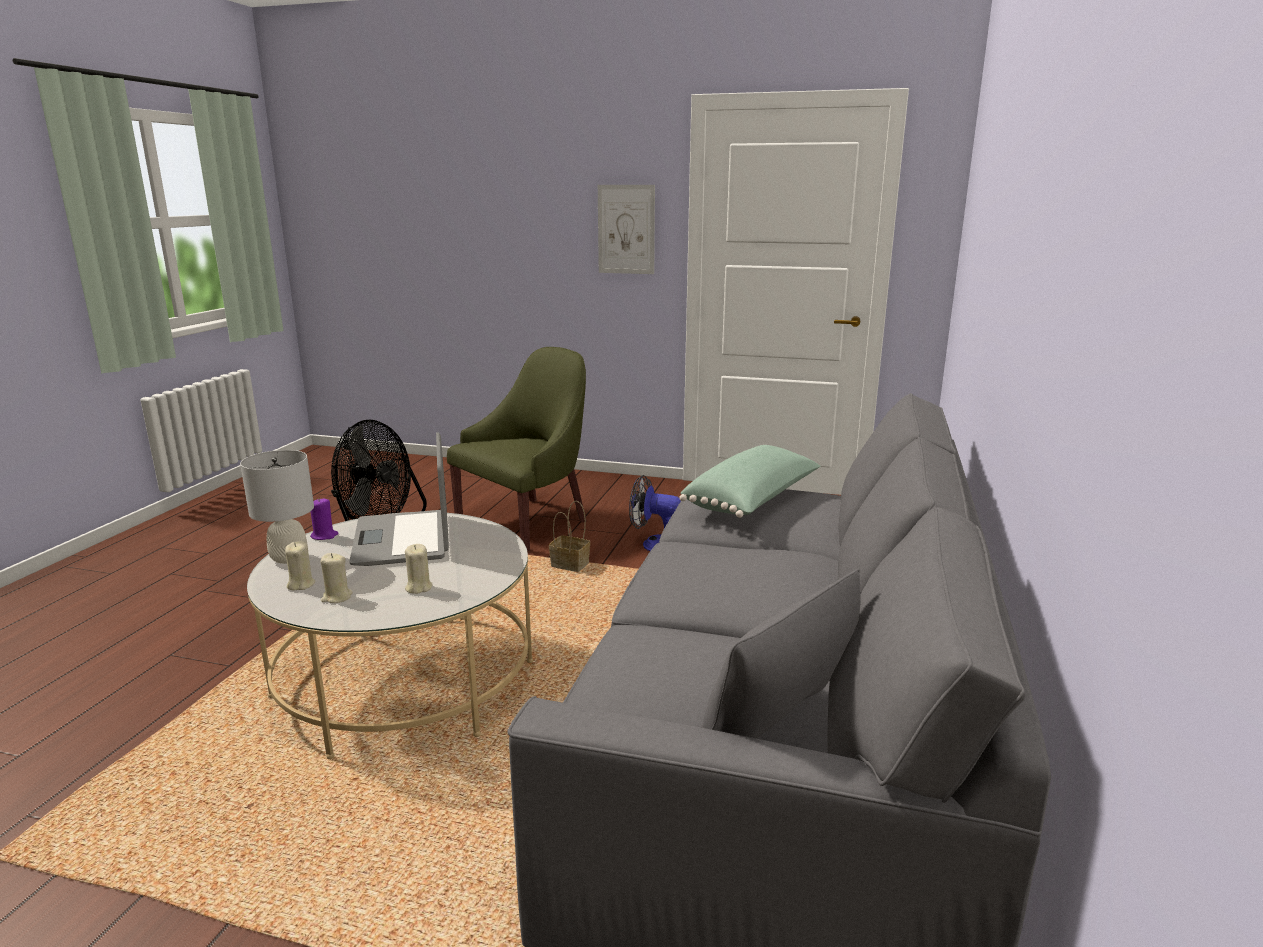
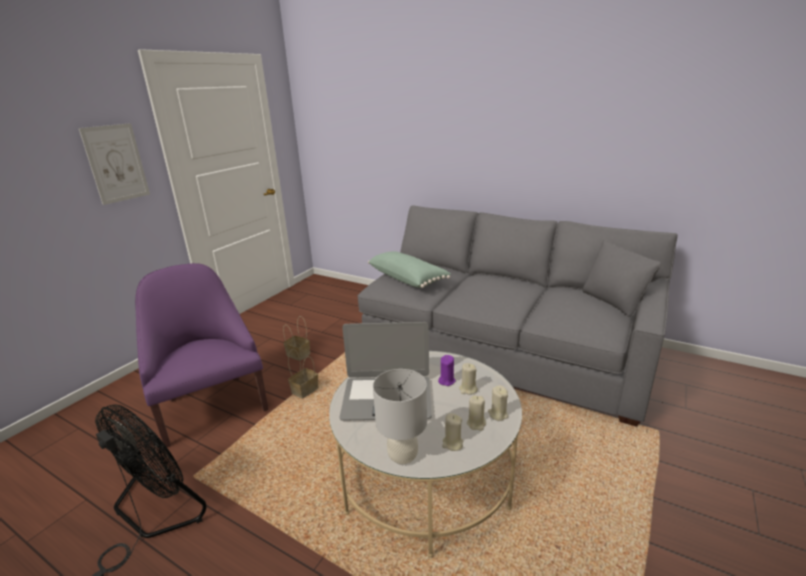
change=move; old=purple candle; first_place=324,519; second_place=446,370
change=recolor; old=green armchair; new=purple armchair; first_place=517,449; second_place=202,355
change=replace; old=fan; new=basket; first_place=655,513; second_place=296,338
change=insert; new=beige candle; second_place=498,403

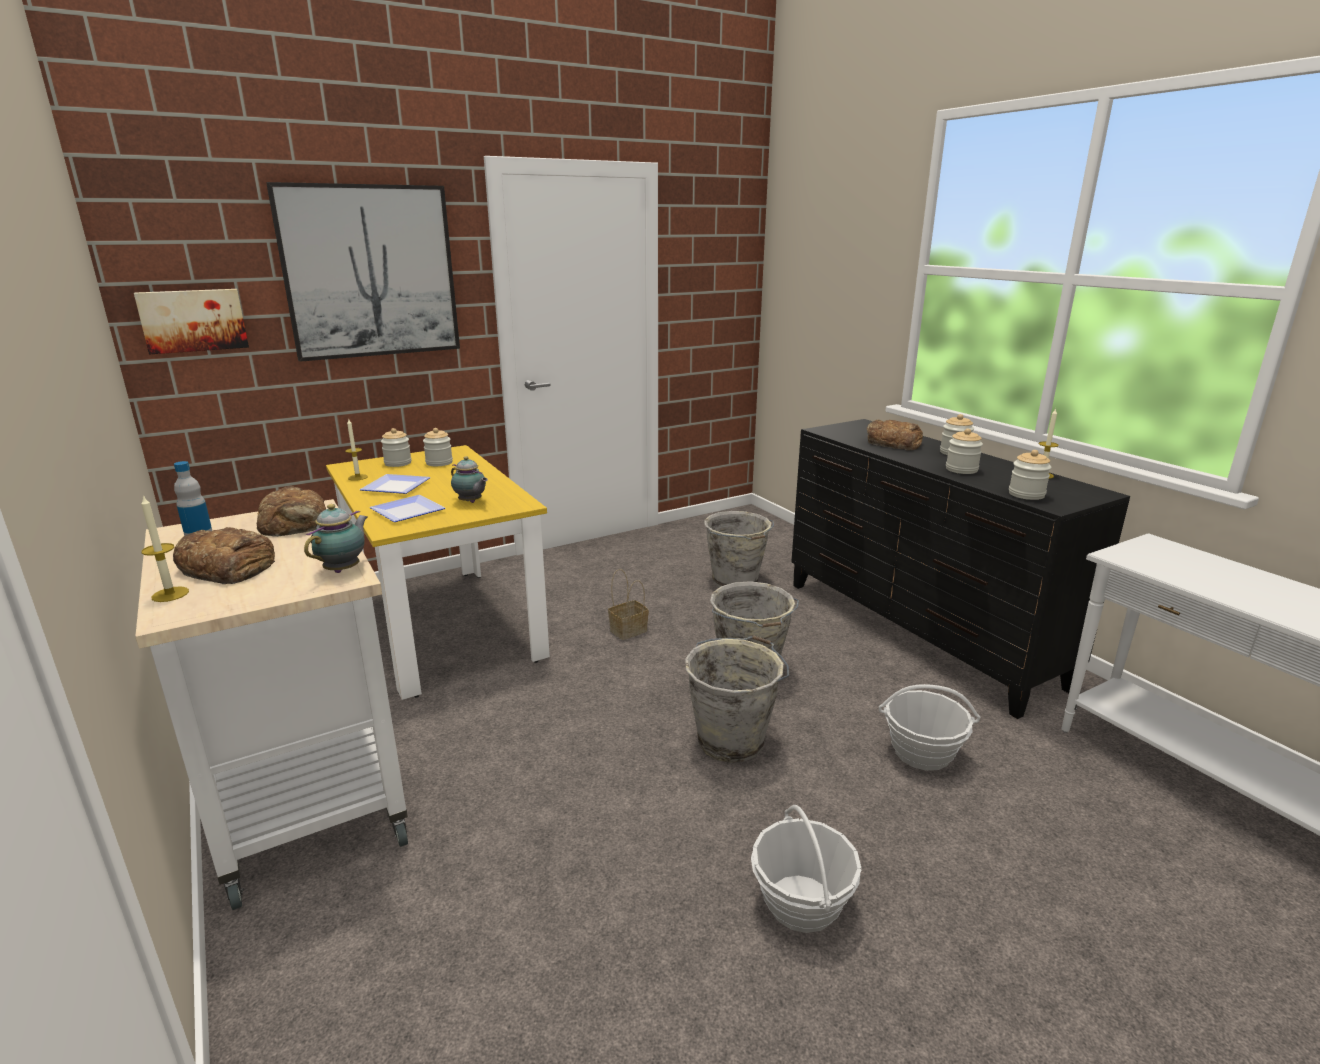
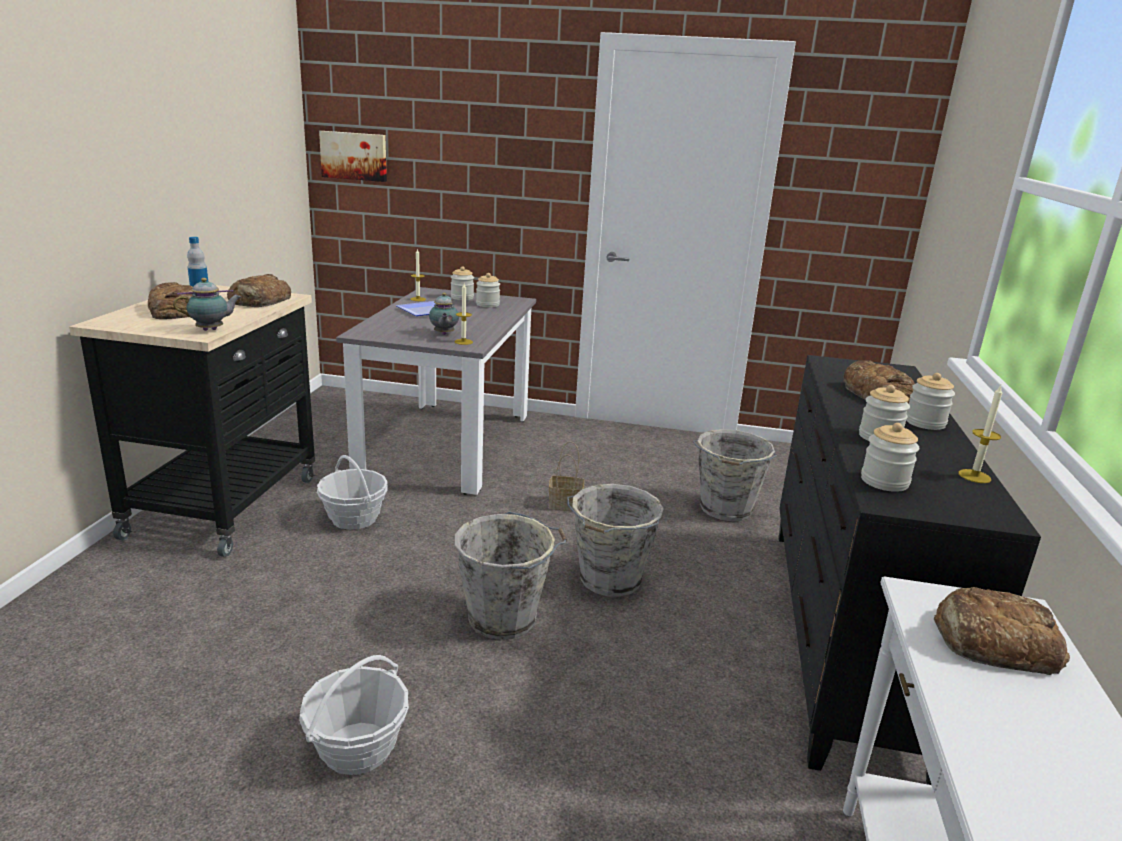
change=recolor; old=white cart; new=black cart; first_place=271,704; second_place=192,421
change=move; old=candle; first_place=165,548; second_place=463,314
change=delete; old=picture; first_place=363,272
change=recolor; old=yellow dining table; new=grey dining table; first_place=438,572; second_place=436,391
change=delete; old=plate; first_place=407,508
change=move; old=basket; first_place=929,727; second_place=352,492
change=insert; new=bread; second_place=1002,631

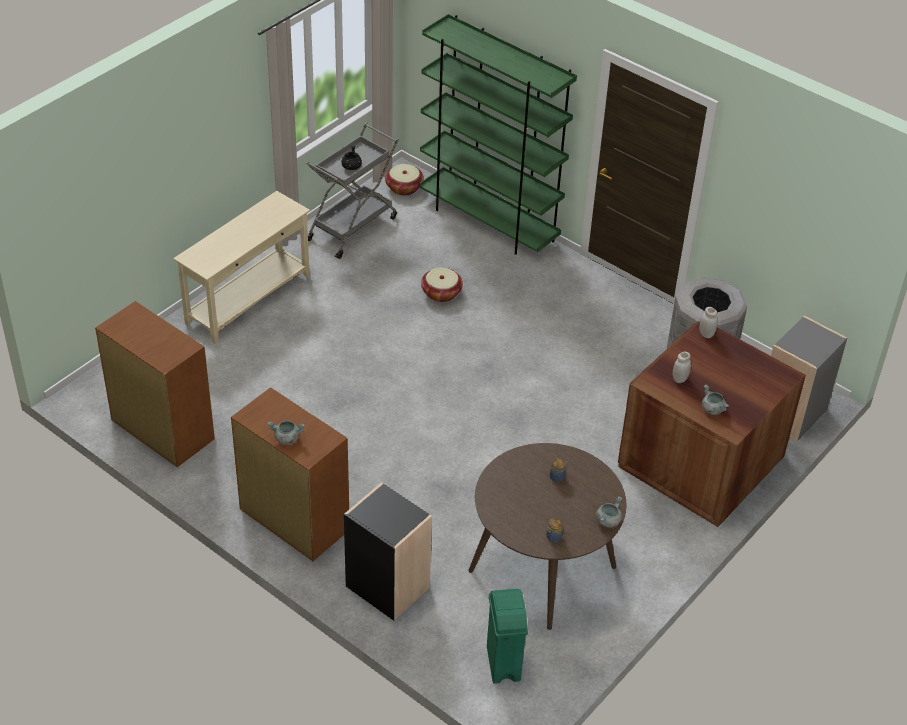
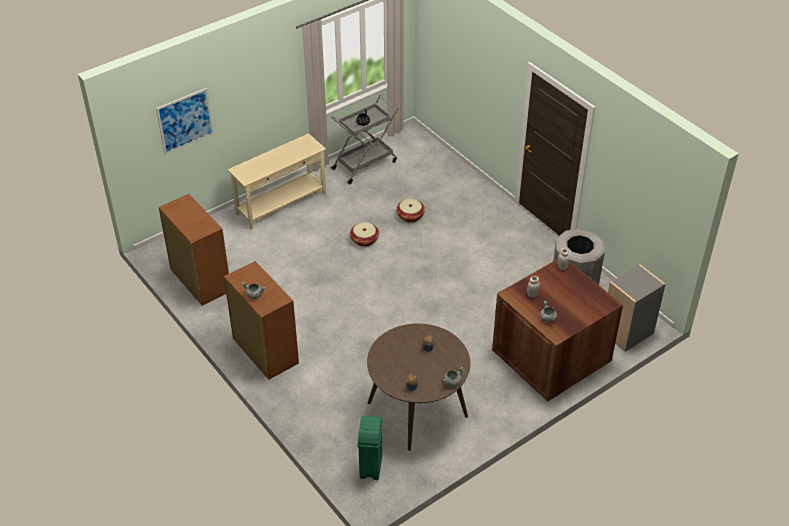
change=delete; old=black bookcase; first_place=388,551
change=move; old=basket; first_place=404,179; second_place=364,234
change=delete; old=green bookcase; first_place=498,134
change=insert; new=picture; second_place=185,121

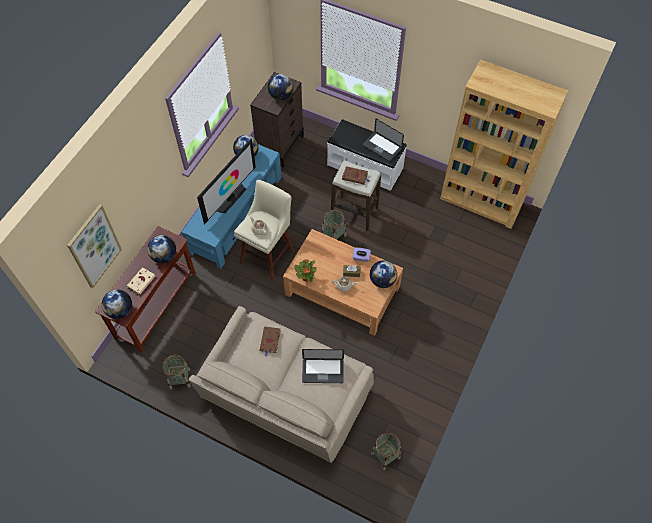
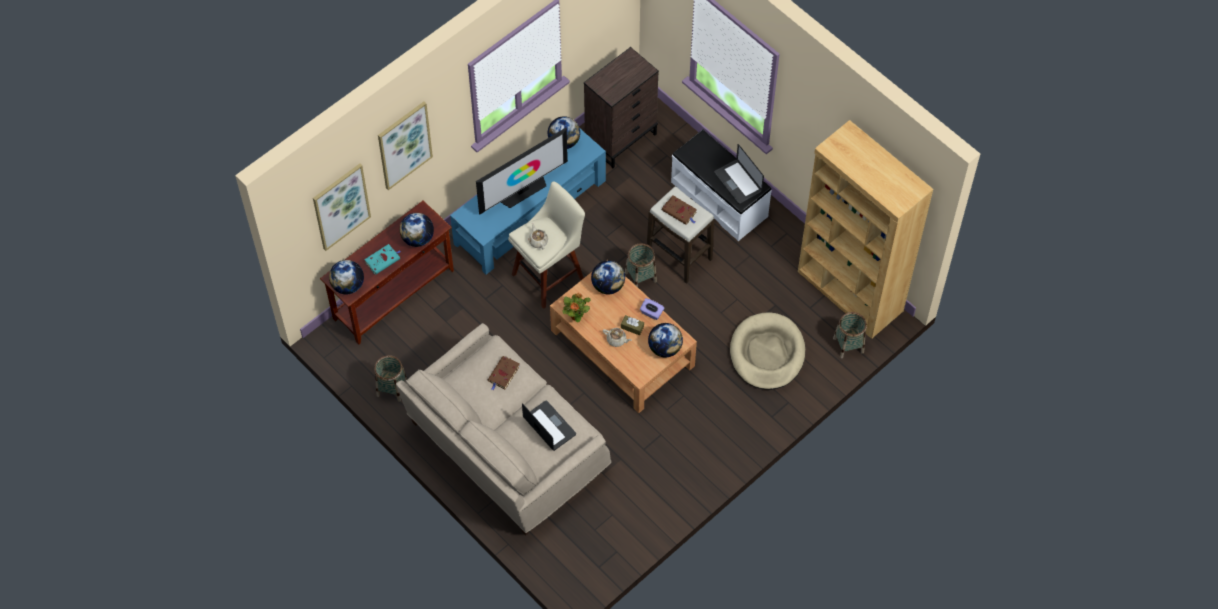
change=recolor; old=beige book; new=turquoise book; first_place=141,281; second_place=382,259
change=move; old=globe; first_place=280,87; second_place=608,277
change=rotate; old=laptop; first_place=323,366; second_place=549,425; degrees=-150
change=move; old=basket; first_place=386,451; second_place=850,335
change=insert; new=picture; second_place=405,145
change=insert; new=beige dog bed; second_place=767,351

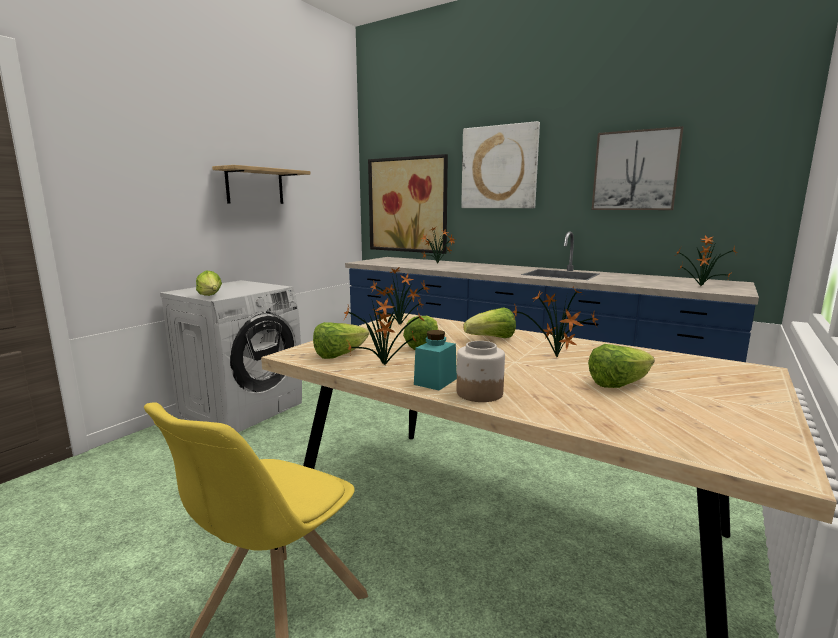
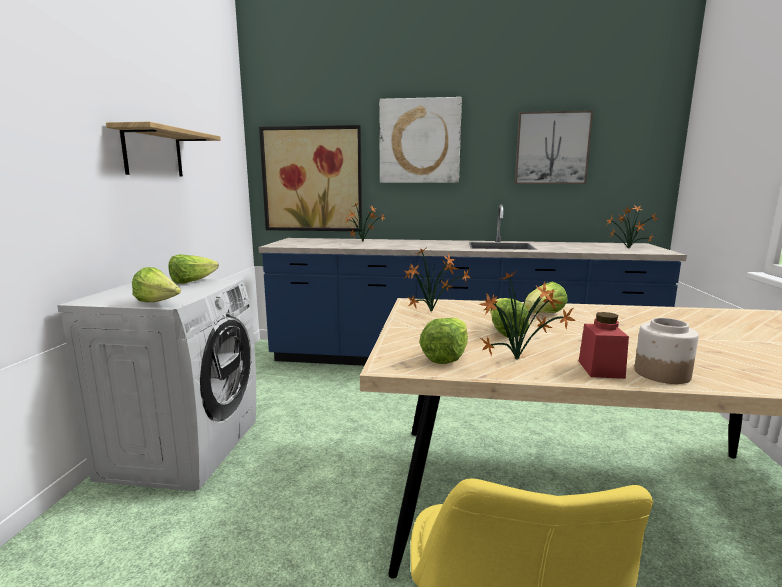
change=recolor; old=turquoise jar; new=red jar; first_place=435,360; second_place=604,345
change=delete; old=potted plant; first_place=555,321
change=move; old=lettuce; first_place=621,366; second_place=194,269

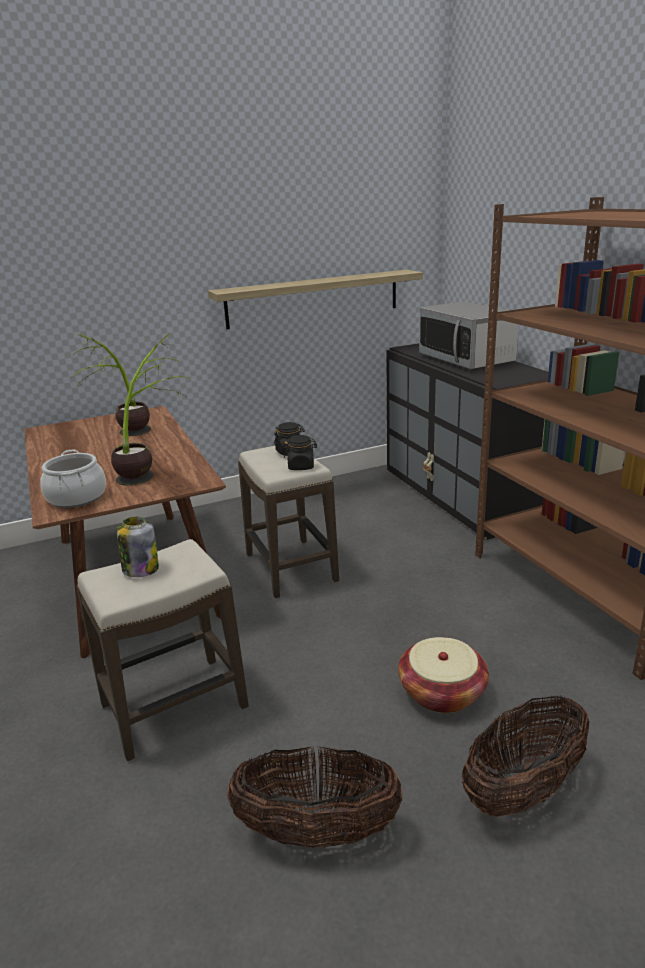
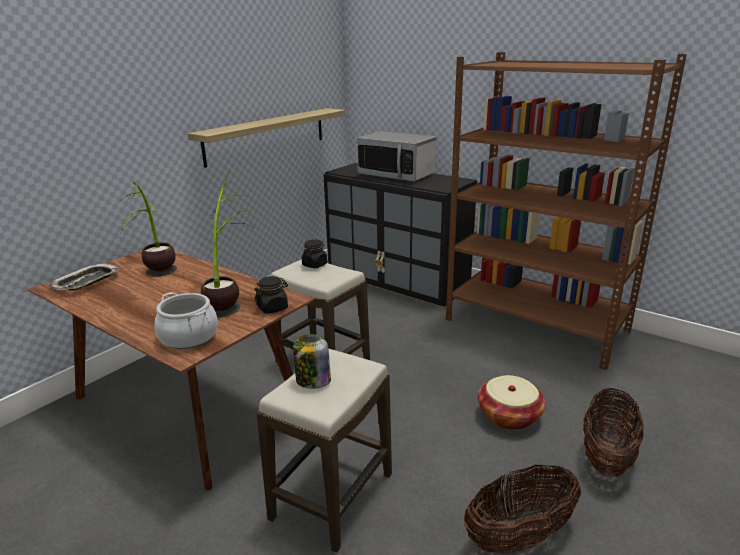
change=move; old=black jar; first_place=300,452; second_place=271,295
change=insert; new=tray; second_place=84,277

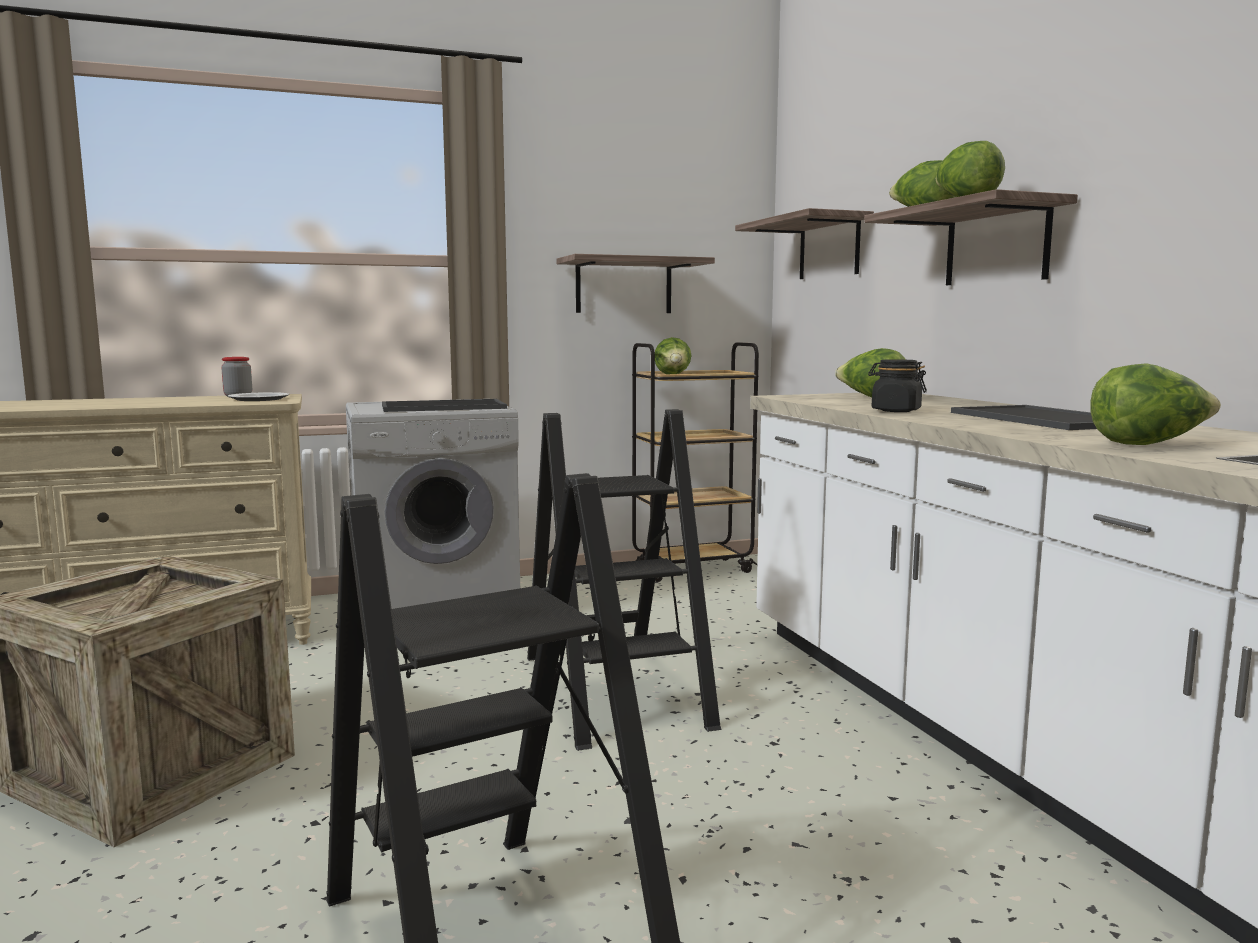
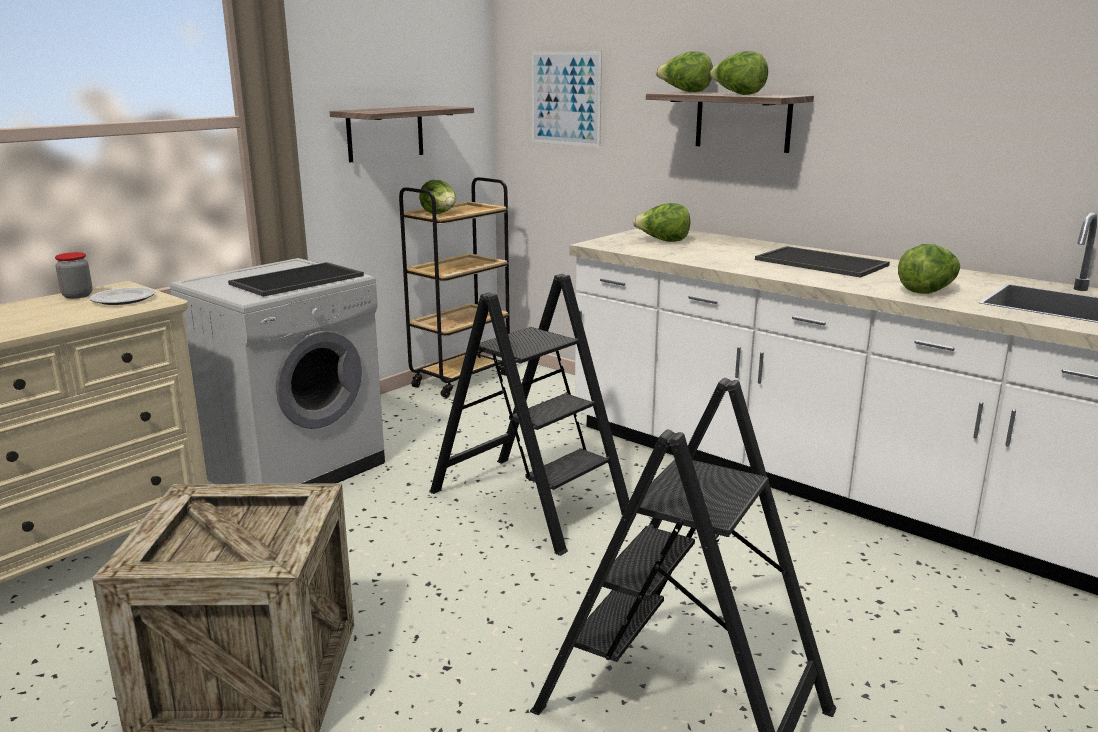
change=replace; old=shelf; new=picture; first_place=804,243; second_place=566,99
change=delete; old=black jar; first_place=897,385

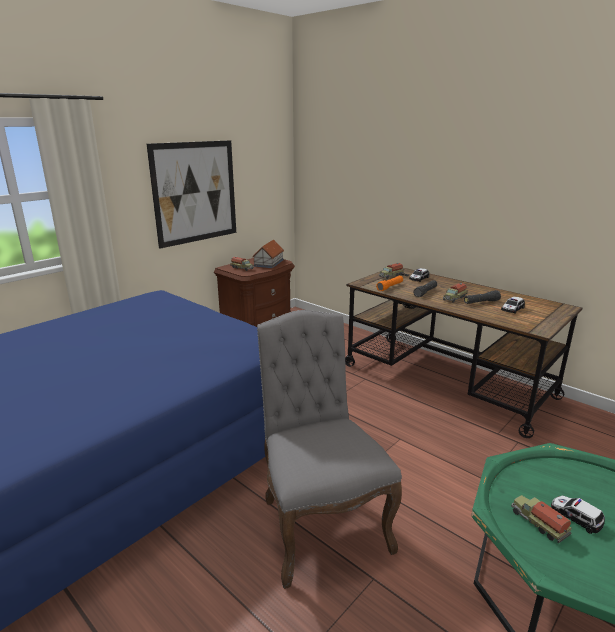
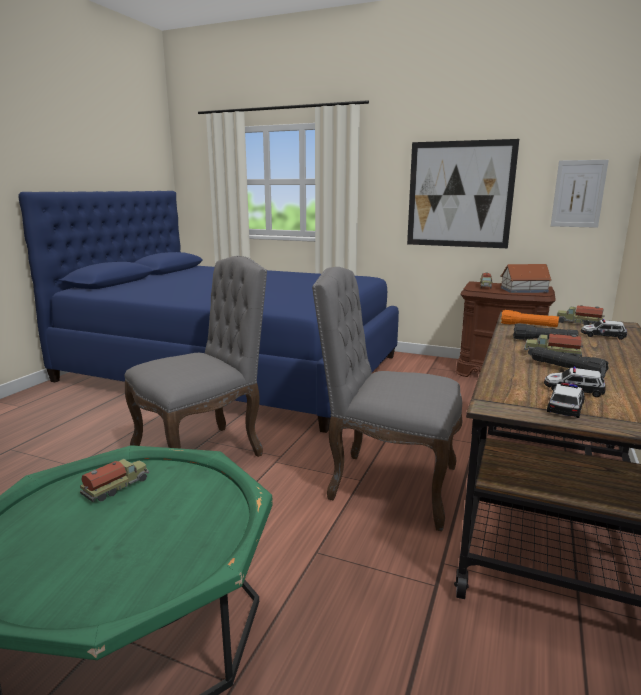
change=move; old=toy car; first_place=578,514; second_place=566,400
change=insert; new=grey chair; second_place=387,399
change=insert; new=picture; second_place=580,194

